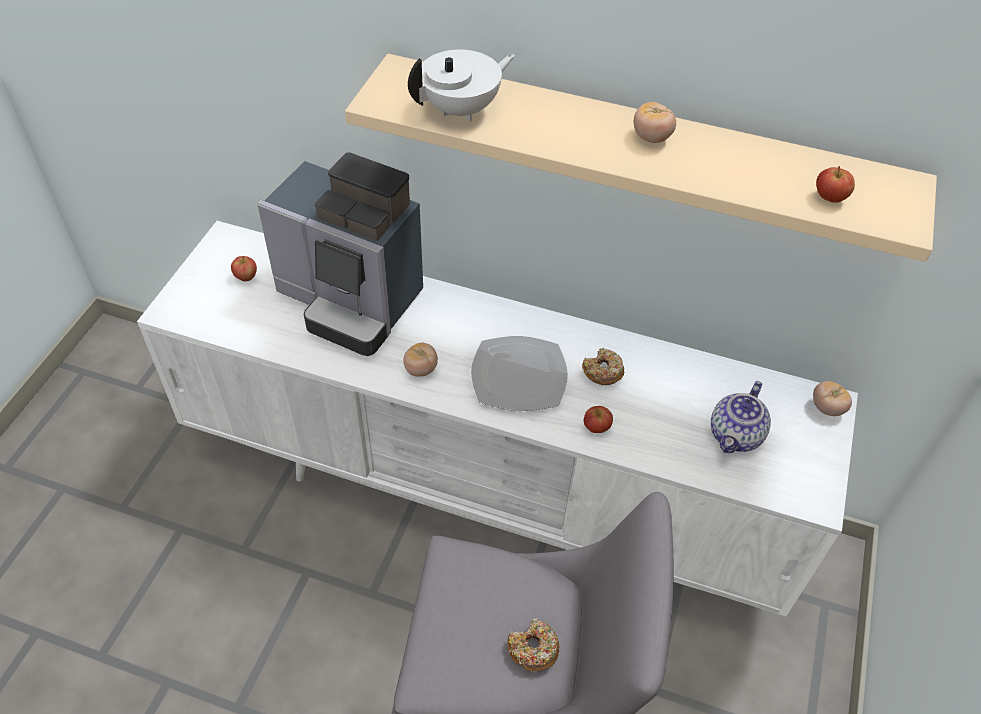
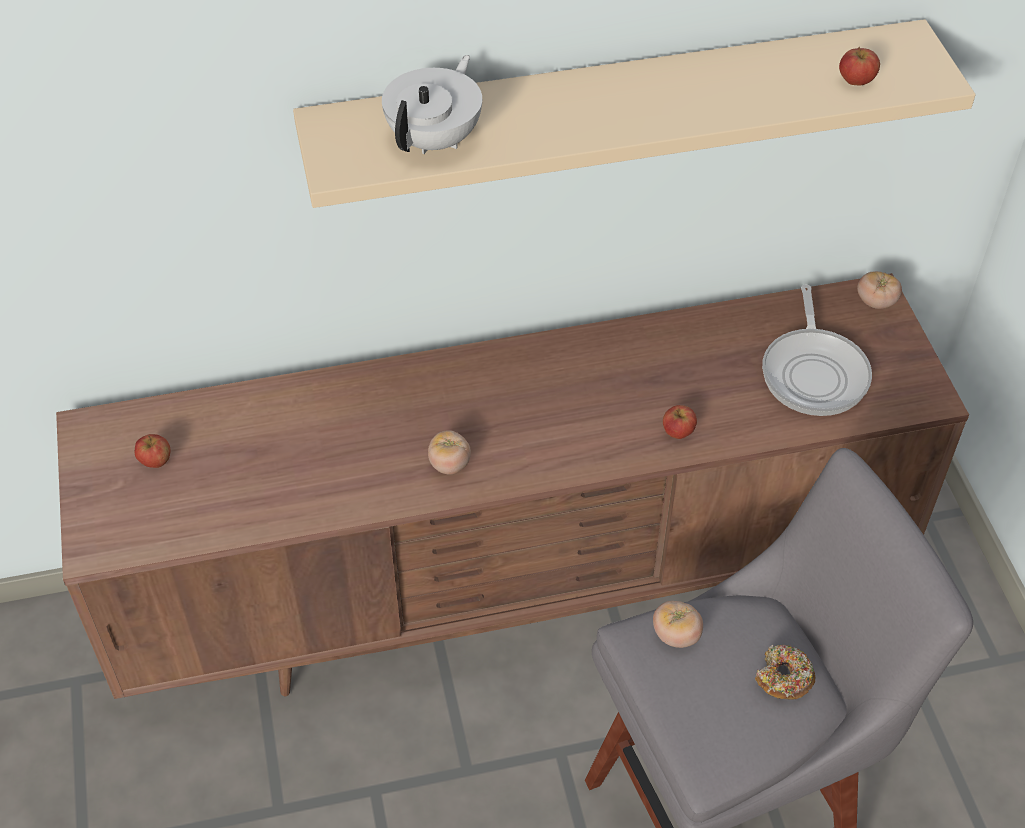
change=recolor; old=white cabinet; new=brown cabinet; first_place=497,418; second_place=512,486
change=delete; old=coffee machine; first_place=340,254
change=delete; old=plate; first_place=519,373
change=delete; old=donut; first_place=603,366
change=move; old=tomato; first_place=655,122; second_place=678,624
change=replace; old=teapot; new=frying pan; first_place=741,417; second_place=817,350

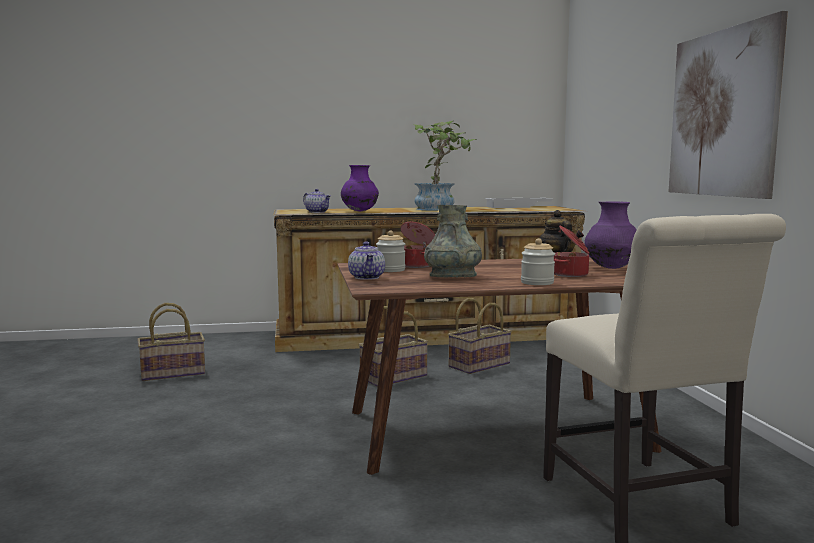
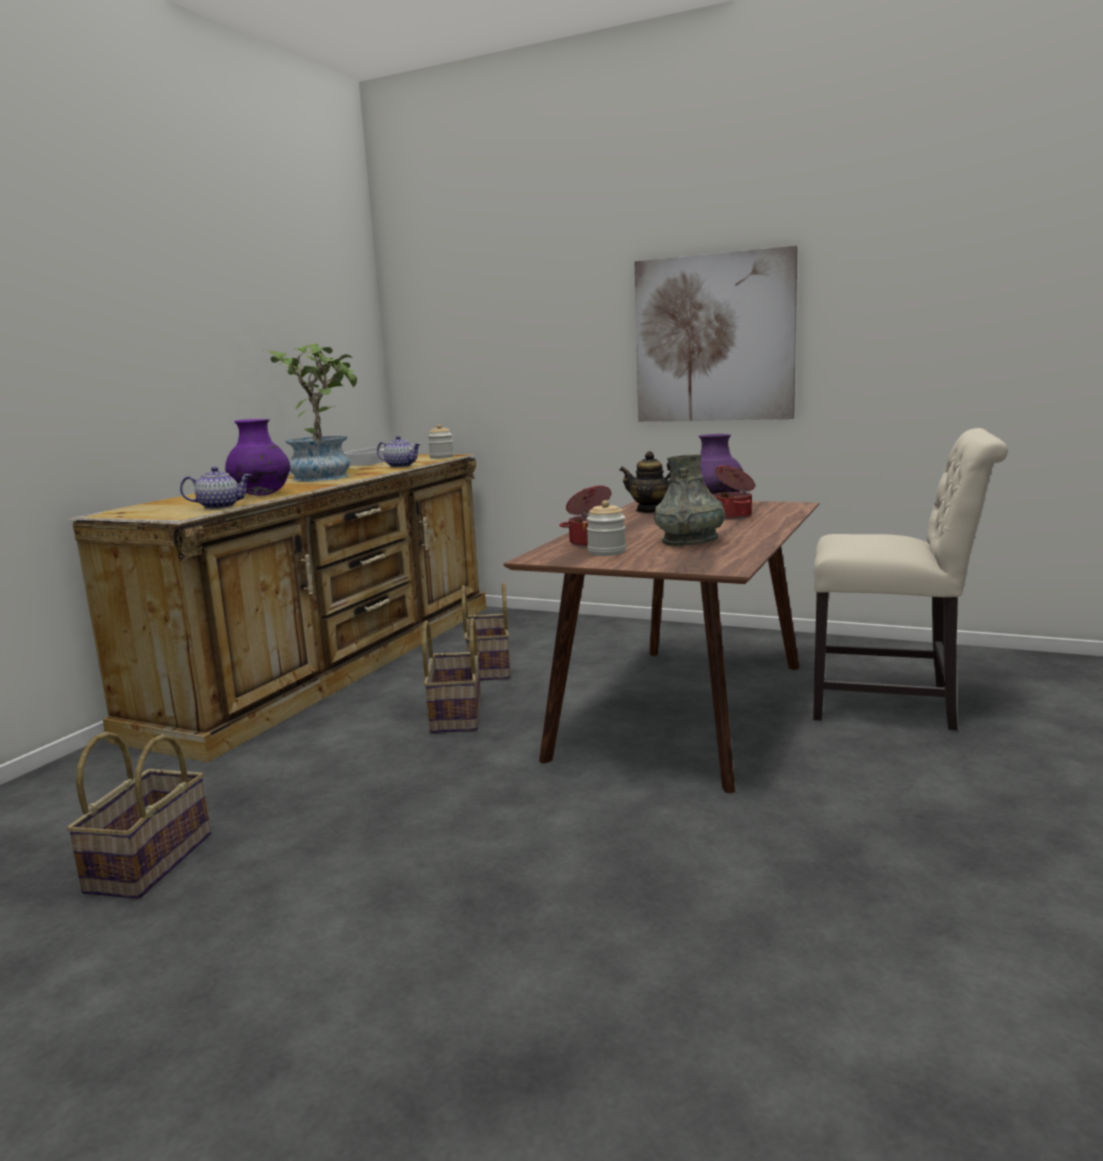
change=move; old=teapot; first_place=366,260; second_place=399,452
change=move; old=jar; first_place=538,261; second_place=441,441

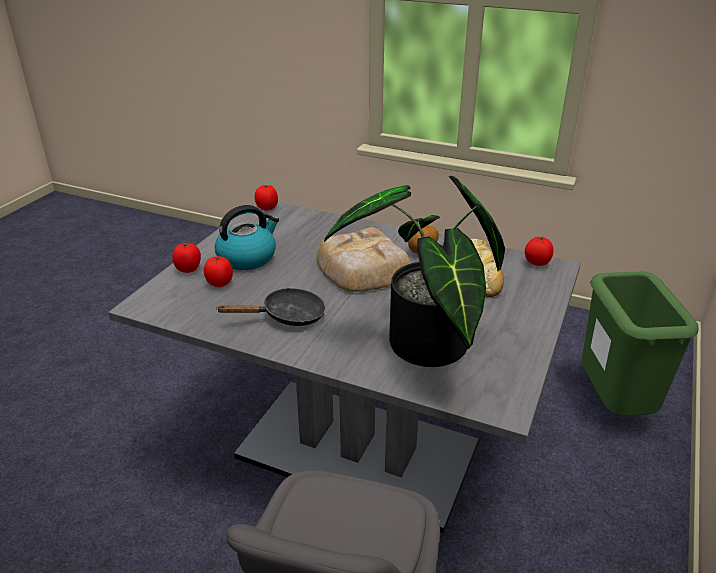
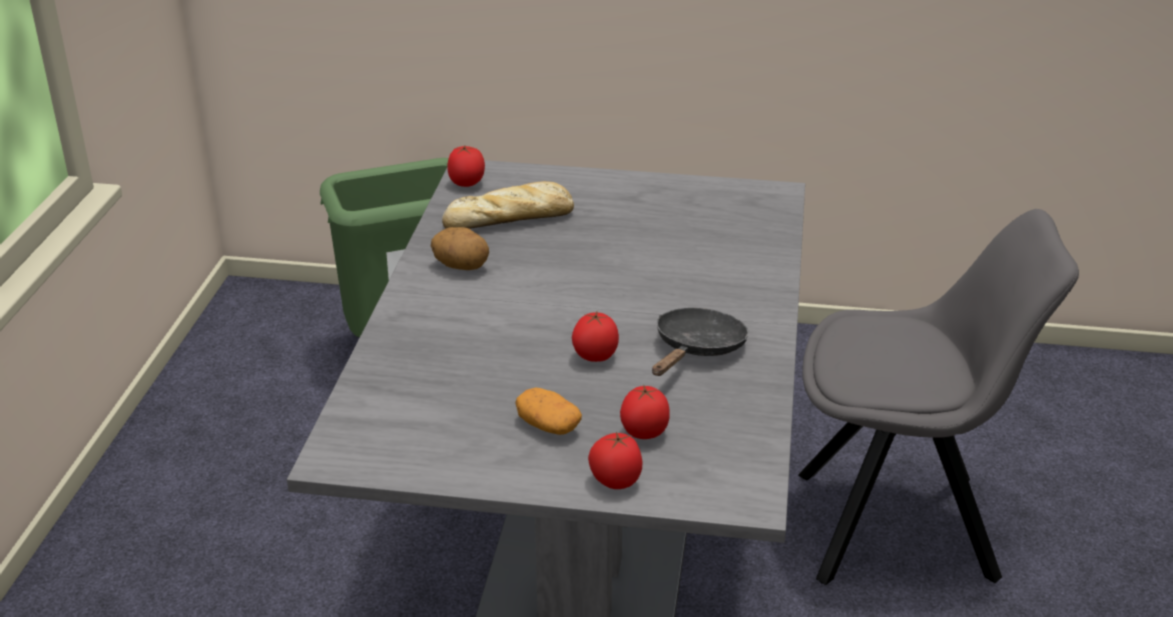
change=replace; old=kettle; new=potato; first_place=247,237; second_place=548,411
change=rotate; old=black frying pan; first_place=271,307; second_place=700,342; degrees=60
change=move; old=tomato; first_place=266,198; second_place=595,337
change=delete; old=bread; first_place=363,259
change=delete; old=potted plant; first_place=414,271

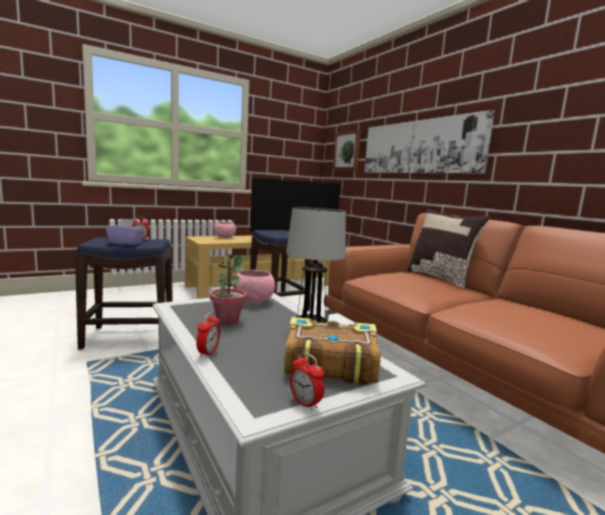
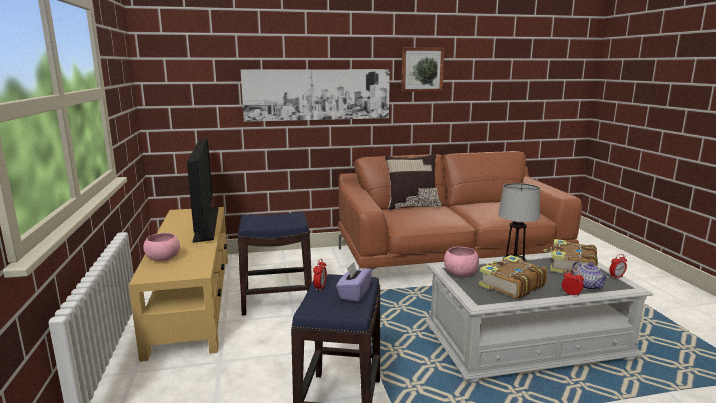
change=replace; old=potted plant; new=book; first_place=228,289; second_place=513,277
change=move; old=picture; first_place=347,150; second_place=422,70
change=insert; new=teapot; second_place=590,275

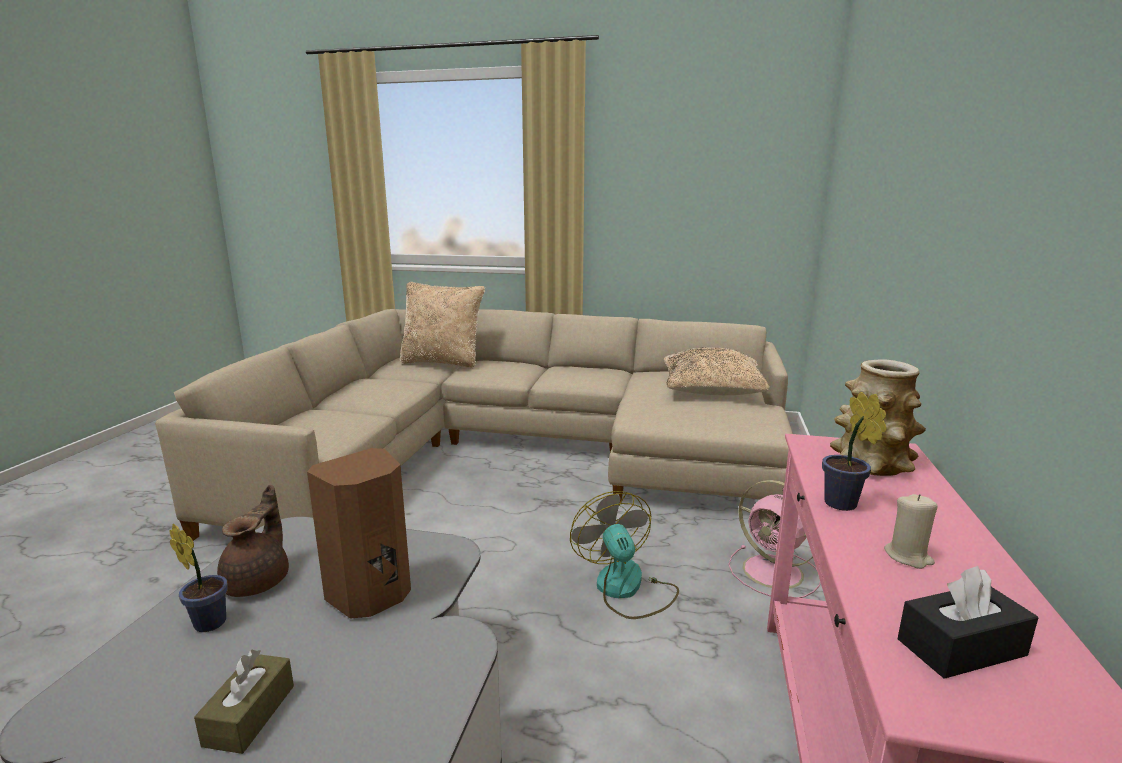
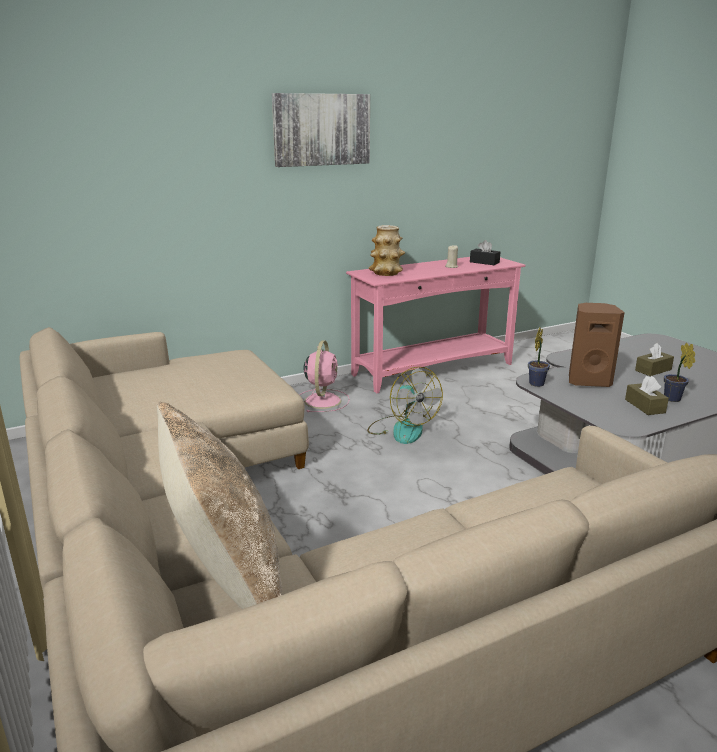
change=replace; old=brown teapot; new=brown tissue box; first_place=253,541; second_place=647,395
change=rotate; old=fan; first_place=624,555; second_place=405,405; degrees=-60
change=delete; old=beige pillow; first_place=717,371
change=move; old=potted plant; first_place=854,451; second_place=539,357
change=insert; new=picture; second_place=321,130

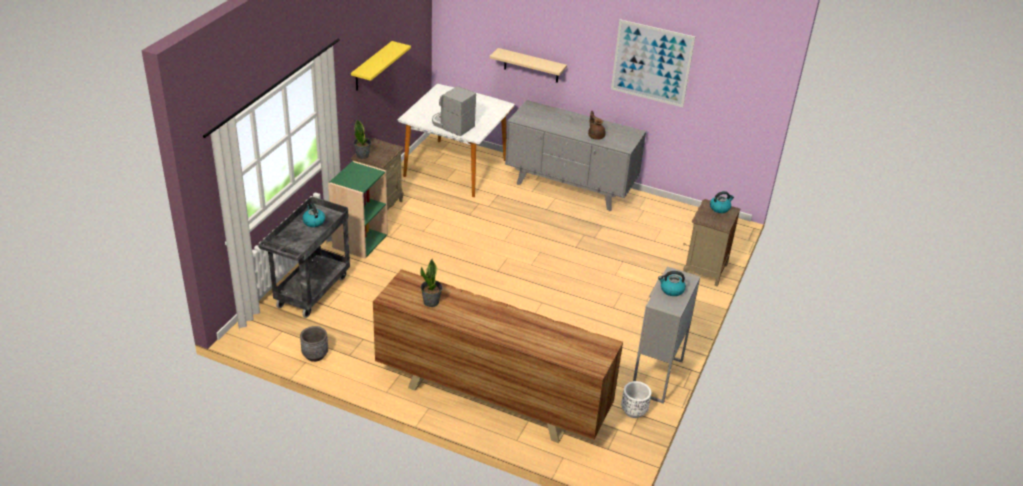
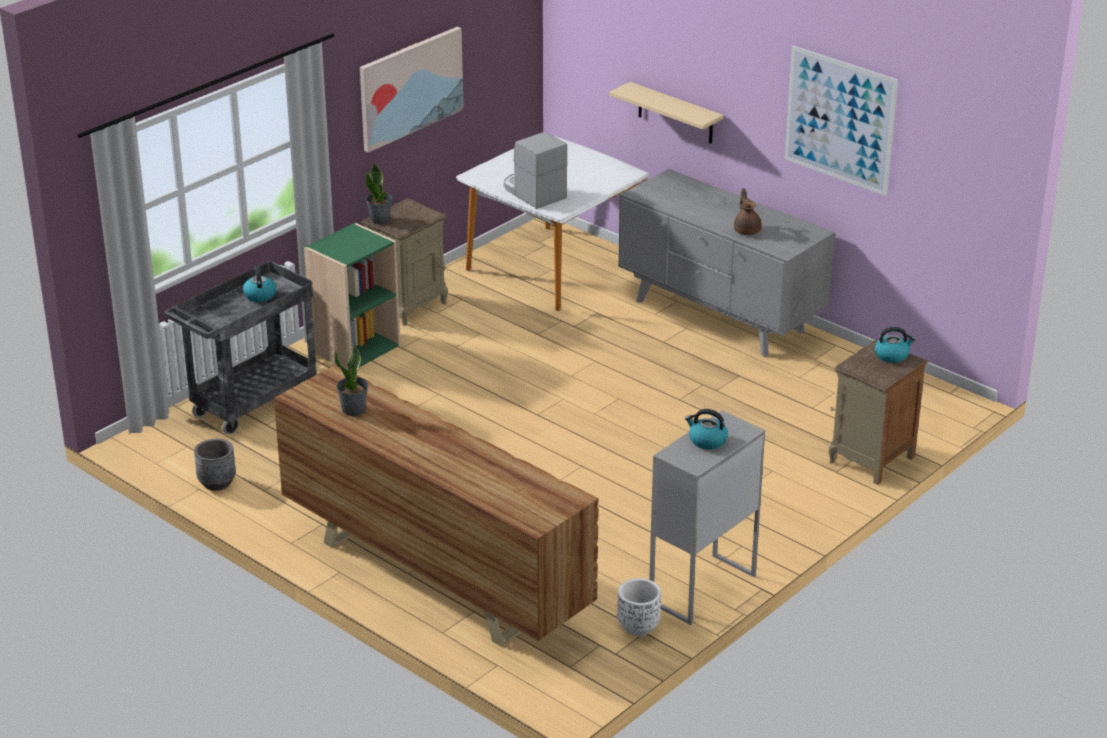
change=replace; old=yellow shelf; new=picture; first_place=381,66; second_place=412,90

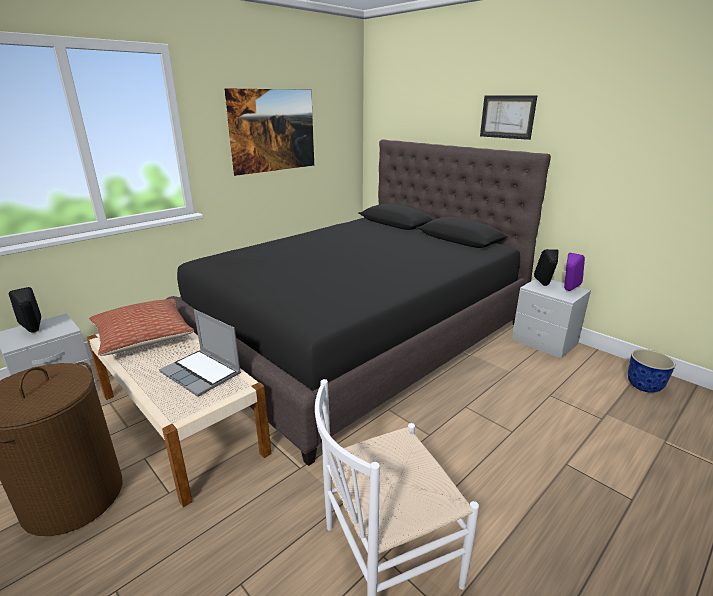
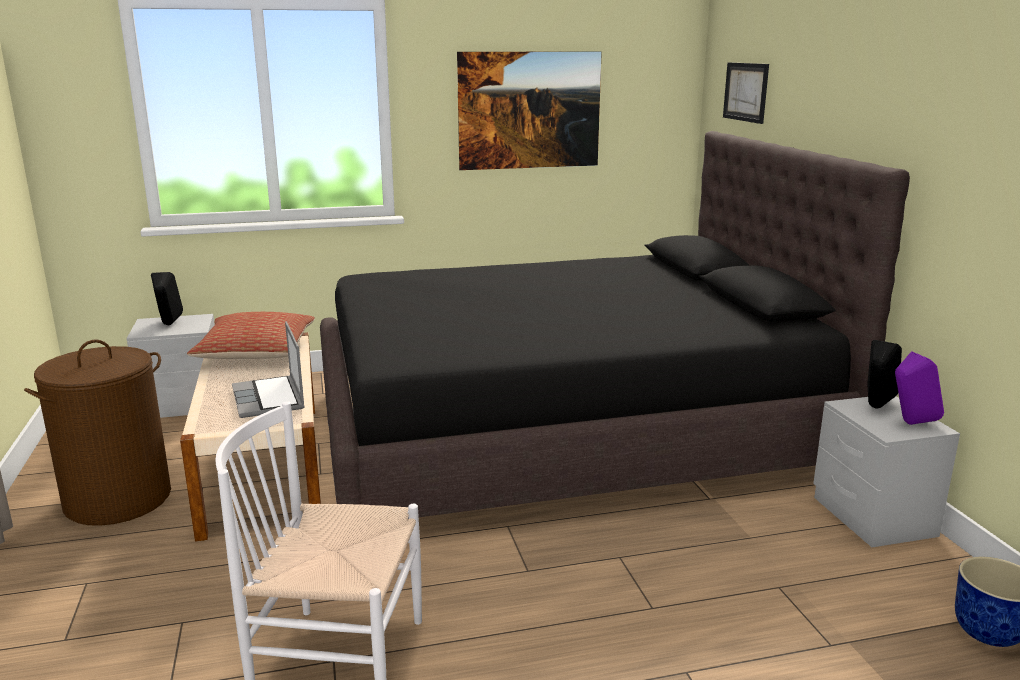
change=move; old=picture; first_place=508,117; second_place=746,93

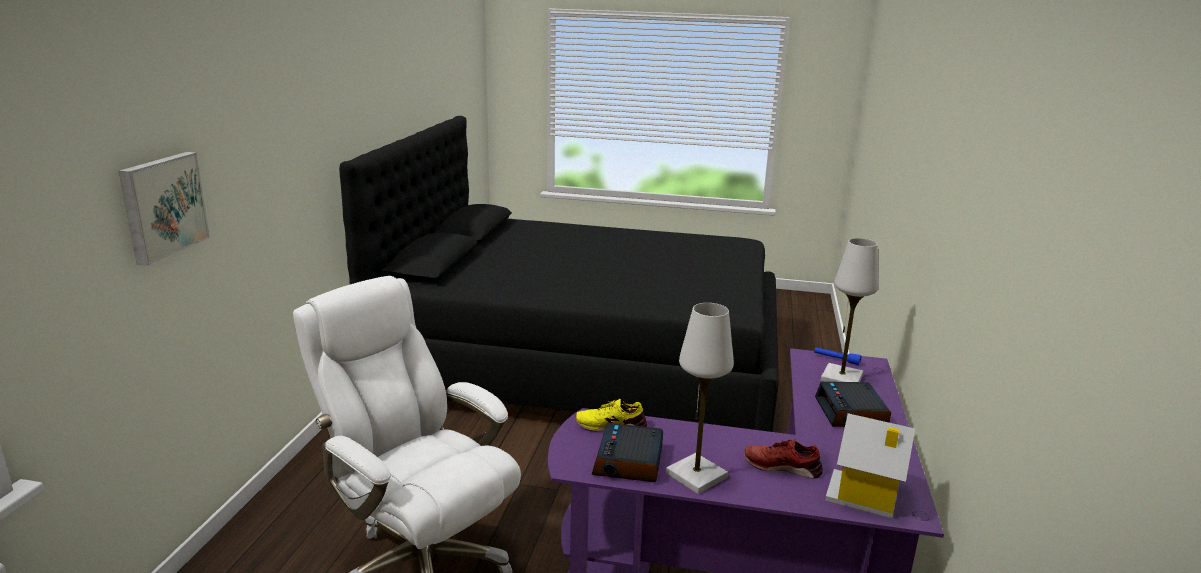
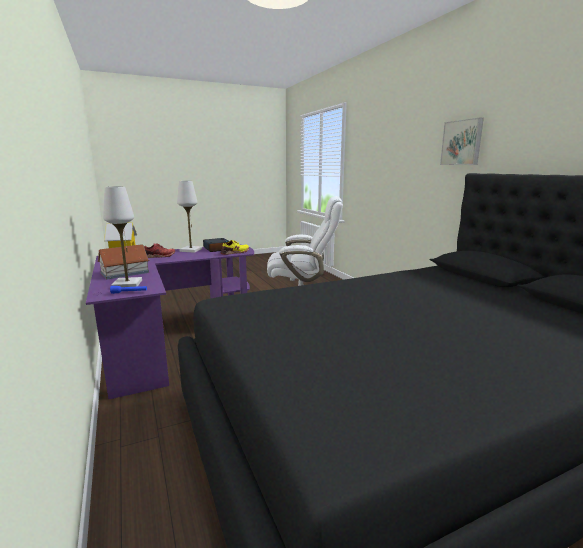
change=move; old=picture; first_place=164,209; second_place=462,141
change=replace; old=alarm clock; new=toy house; first_place=853,404; second_place=123,262

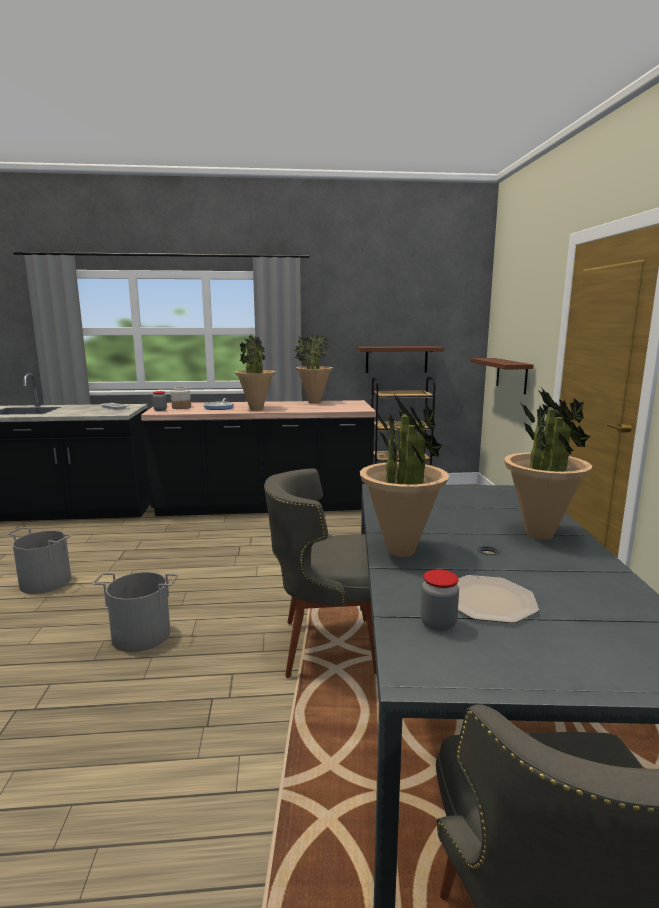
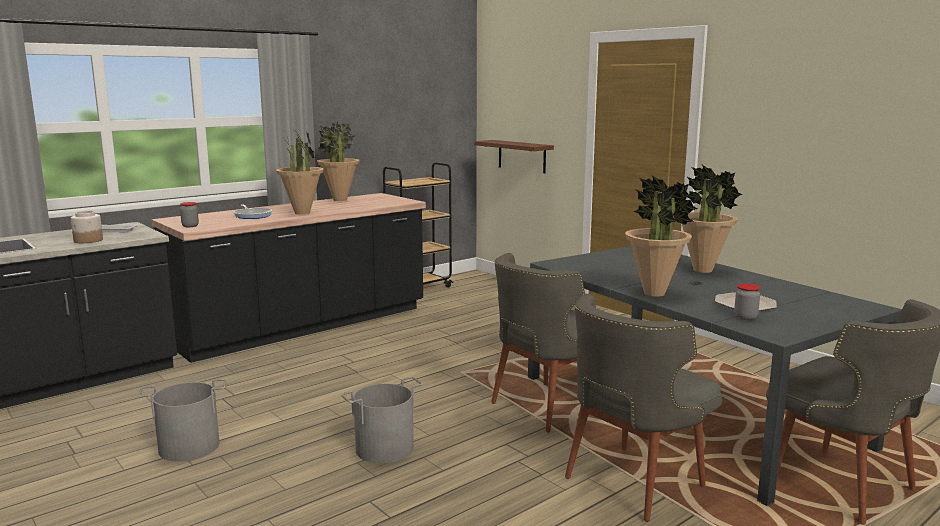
change=move; old=jar; first_place=181,398; second_place=87,227
change=delete; old=brown shelf; first_place=400,359
change=insert; new=grey chair; second_place=643,408

